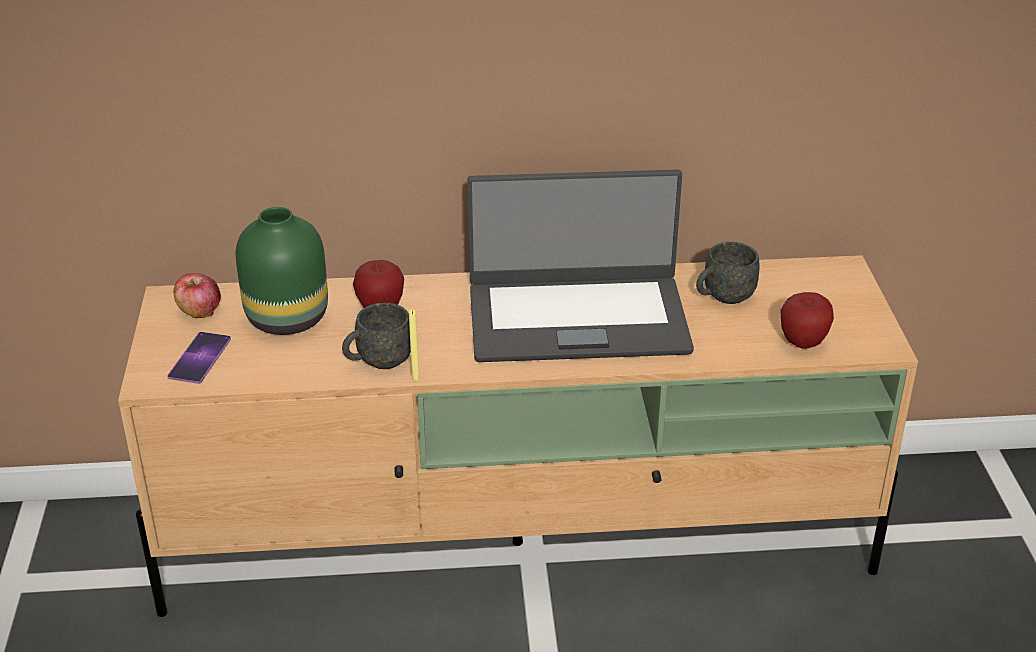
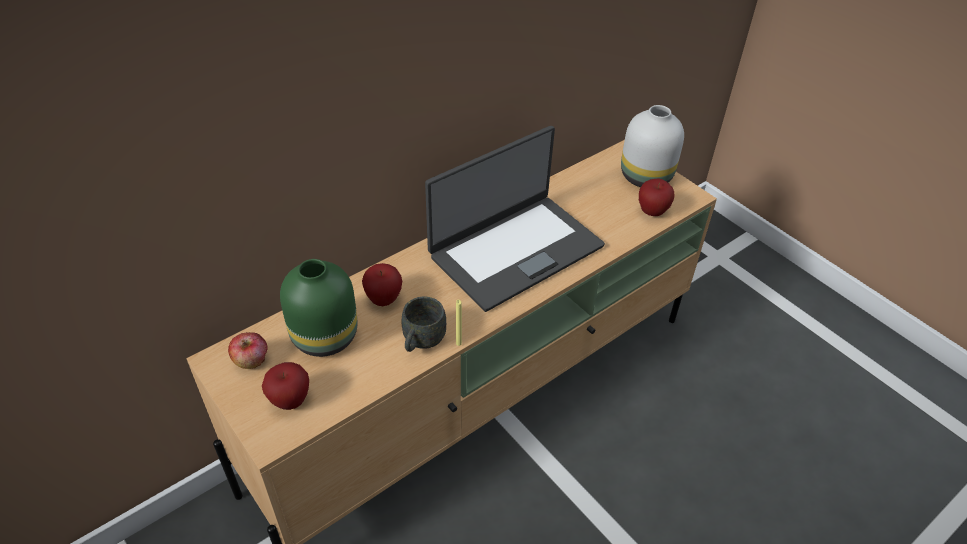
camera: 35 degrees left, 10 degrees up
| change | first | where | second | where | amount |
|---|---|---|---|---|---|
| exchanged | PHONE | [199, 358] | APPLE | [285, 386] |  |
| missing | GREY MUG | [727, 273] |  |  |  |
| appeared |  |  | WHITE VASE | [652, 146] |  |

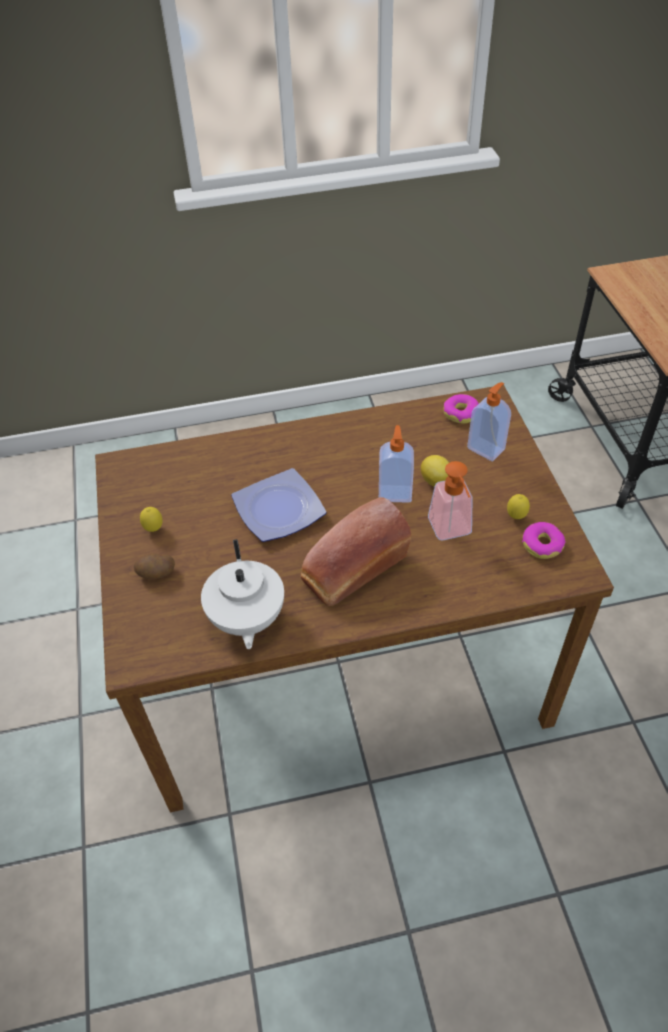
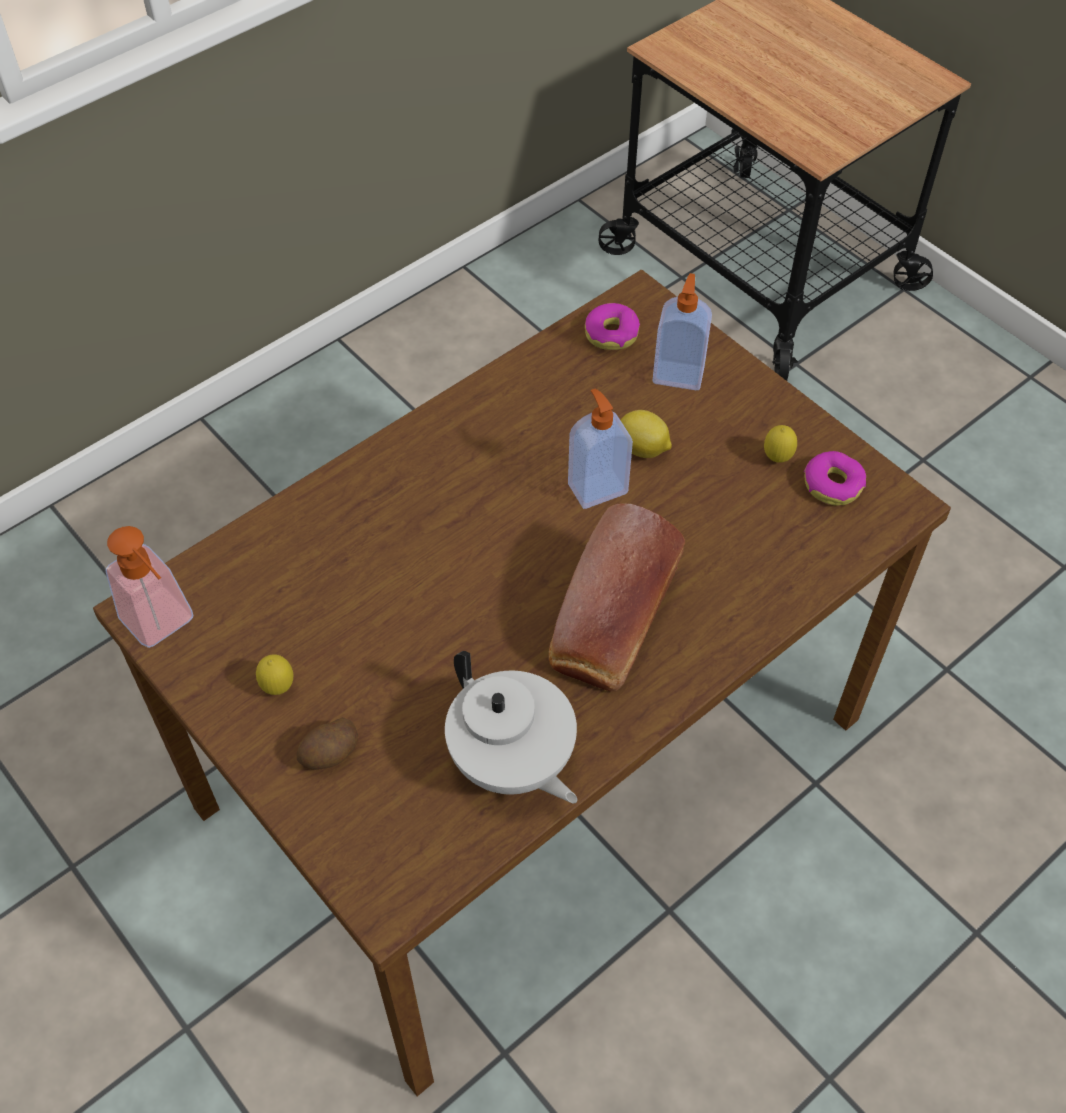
camera: 30 degrees left, 5 degrees up
| change | first | where | second | where | amount |
|---|---|---|---|---|---|
| missing | PLATE | [279, 505] |  |  |  |
| relocated | SOAP DISPENSER | [450, 500] |  | [149, 587] |  |

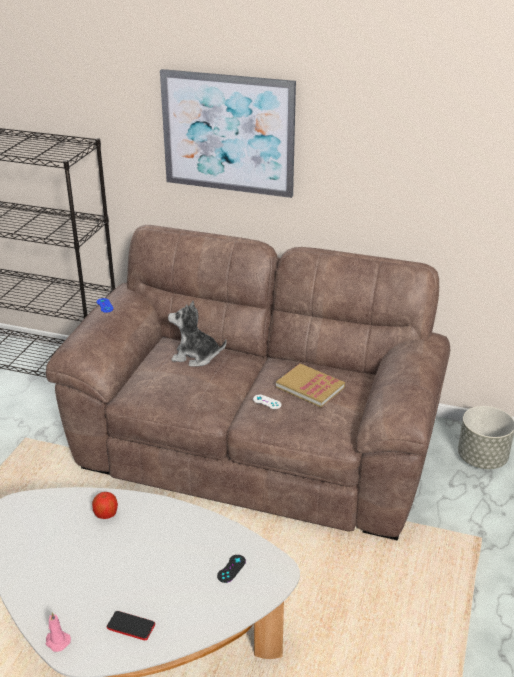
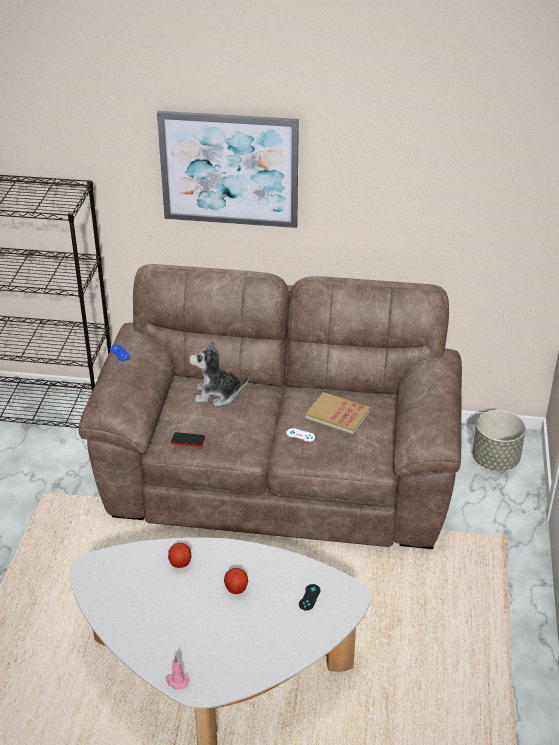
camera: 10 degrees left, 5 degrees up
| change | first | where | second | where | amount |
|---|---|---|---|---|---|
| relocated | PHONE | [131, 625] |  | [188, 439] |  |
| appeared |  |  | APPLE | [236, 581] |  |

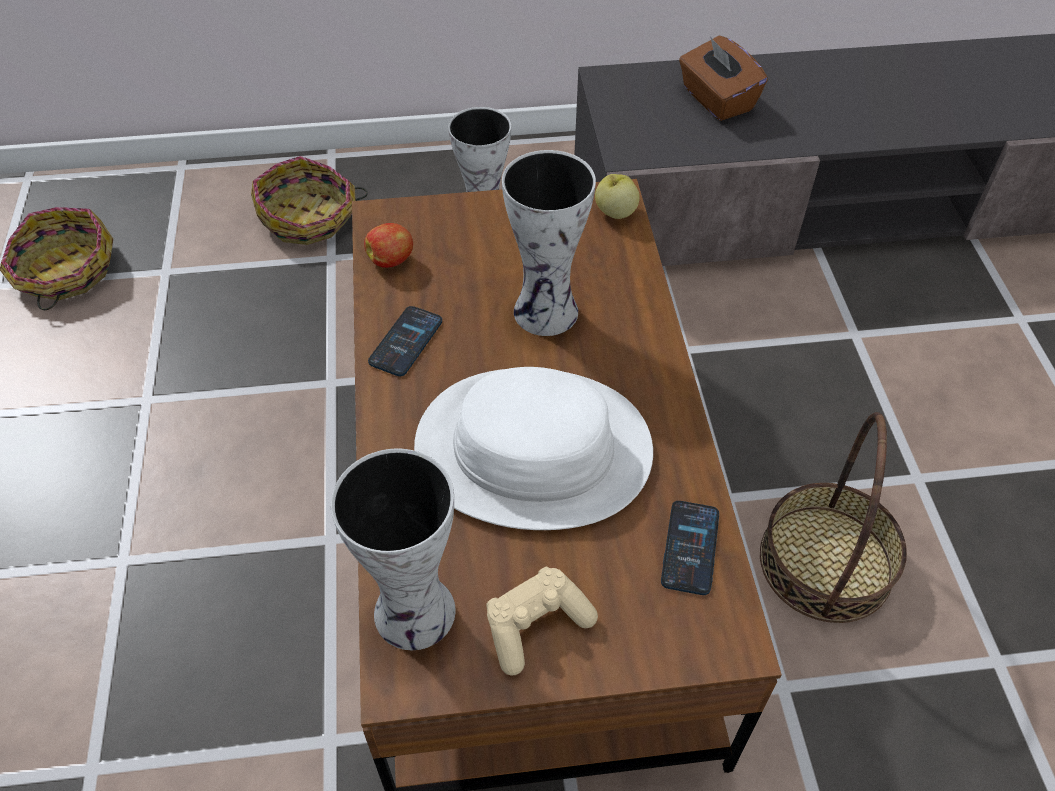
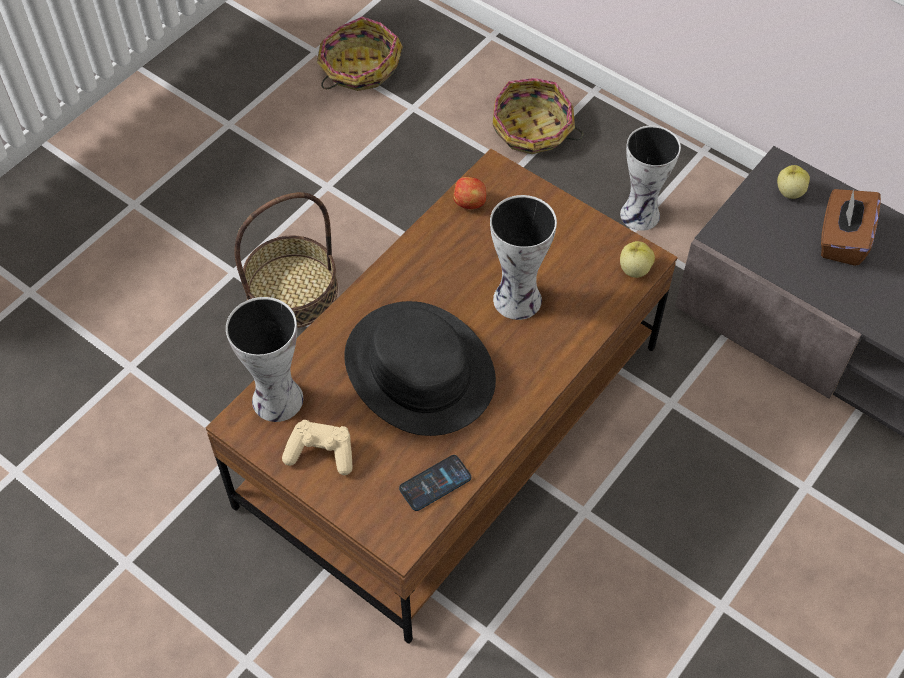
camera: 45 degrees right, 5 degrees up
| change | first | where | second | where | amount |
|---|---|---|---|---|---|
| missing | PHONE | [405, 341] |  |  |  |
| colour | WHITE HAT | [533, 448] | BLACK HAT | [420, 368] |  |
| relocated | BASKET | [833, 517] |  | [286, 260] |  |
| appeared |  |  | APPLE | [793, 182] |  |

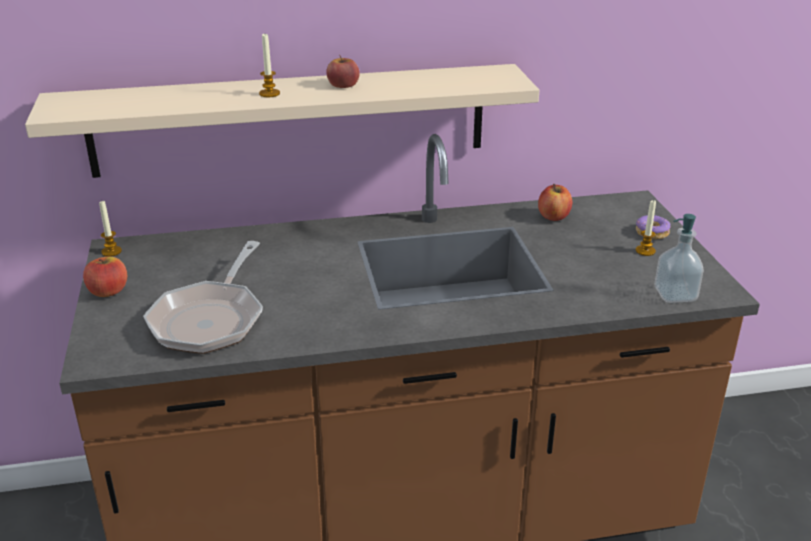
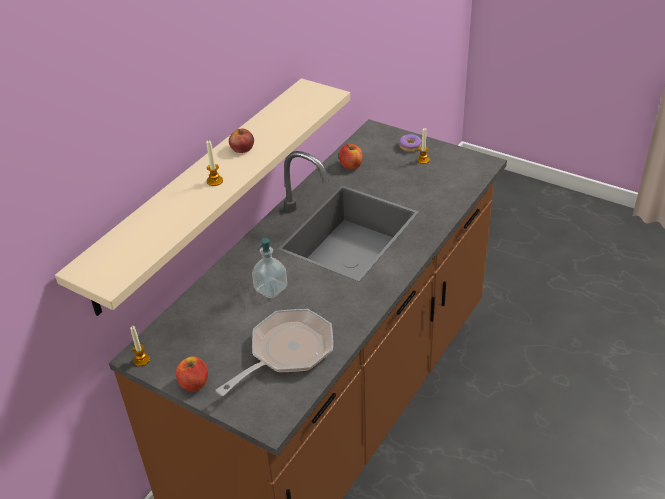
camera: 45 degrees left, 10 degrees up
| change | first | where | second | where | amount |
|---|---|---|---|---|---|
| spun | FRYING PAN | [203, 297] |  | [274, 352] | 105 degrees counterclockwise |
| relocated | SOAP DISPENSER | [679, 258] |  | [269, 268] |  |

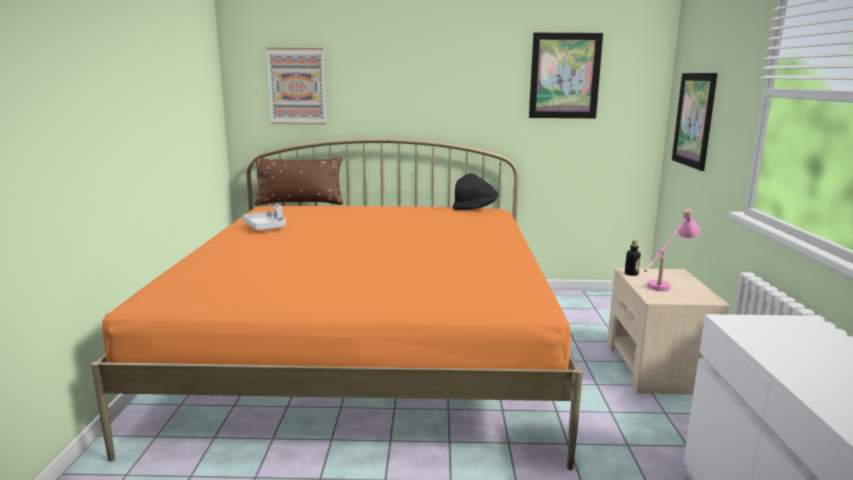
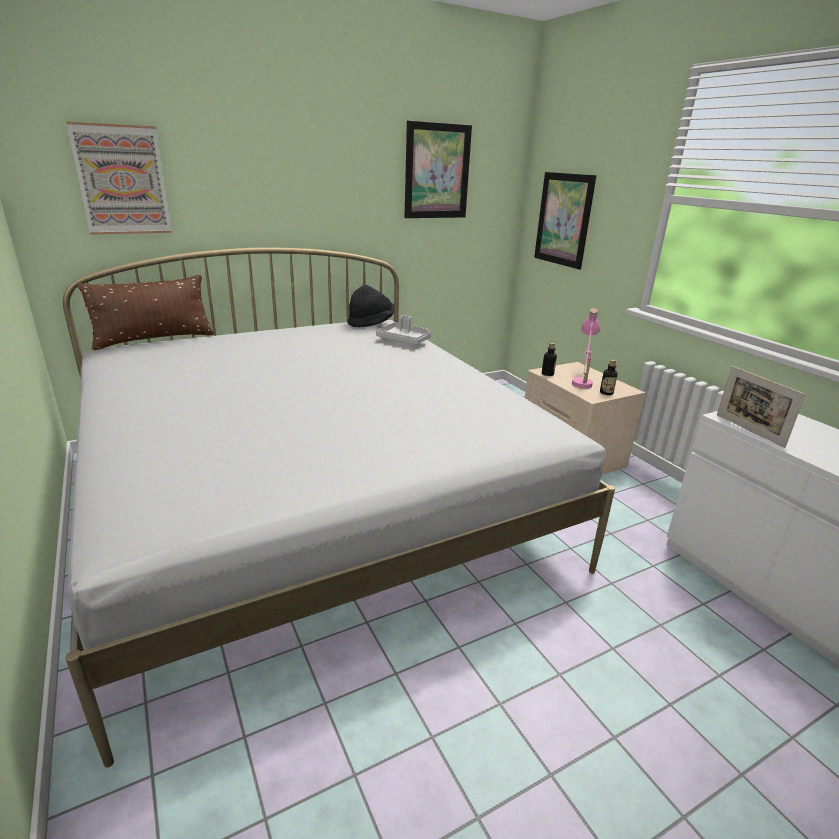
camera: 30 degrees left, 10 degrees up
| change | first | where | second | where | amount |
|---|---|---|---|---|---|
| colour | ORANGE BED | [337, 304] | WHITE BED | [339, 507] |  |
| relocated | GREY TRAY | [264, 217] |  | [403, 329] |  |
| appeared |  |  | BOTTLE | [609, 377] |  |
| appeared |  |  | PICTURE FRAME | [761, 407] |  |

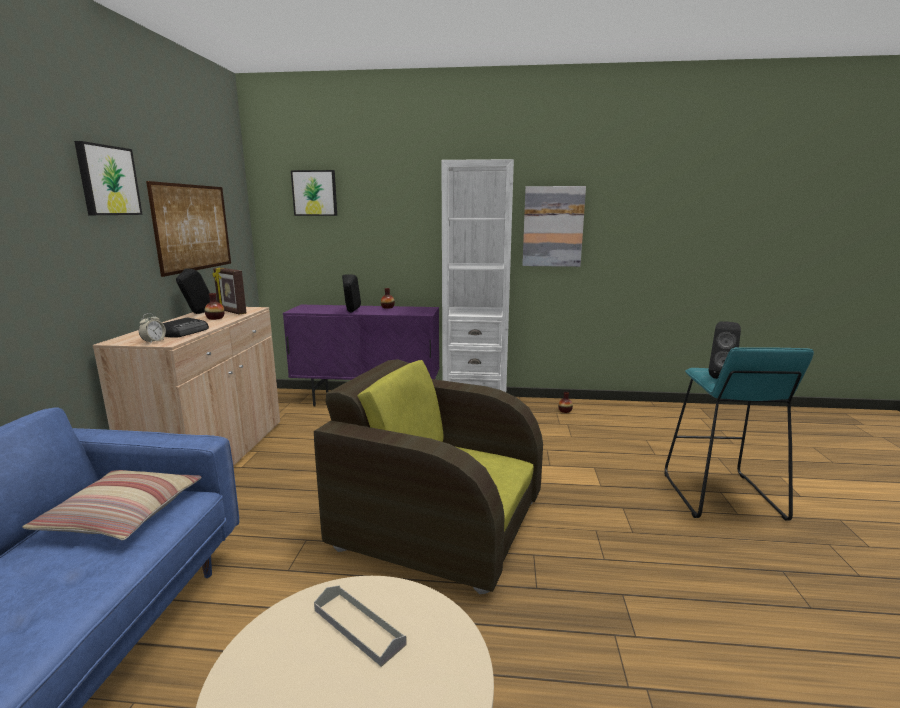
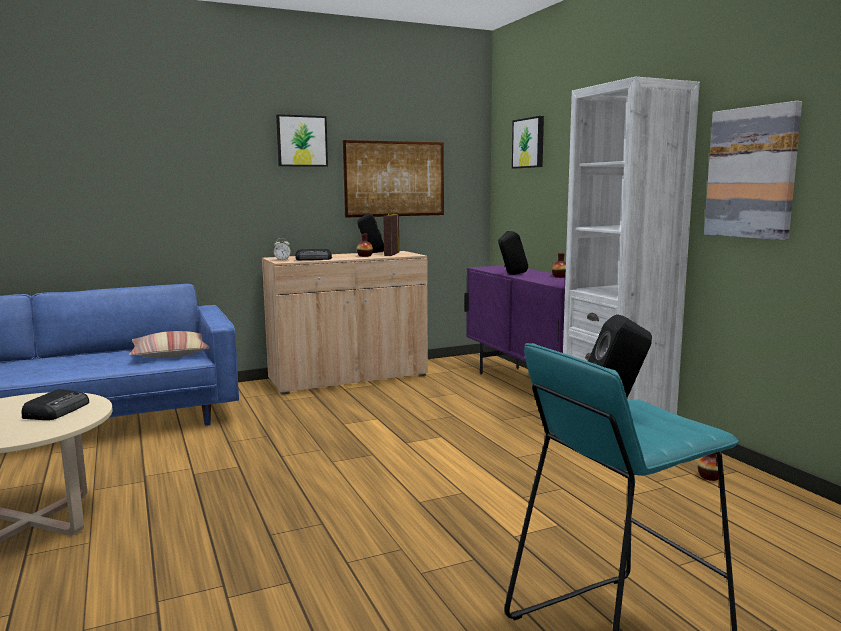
camera: 60 degrees right, 5 degrees down
| change | first | where | second | where | amount |
|---|---|---|---|---|---|
| missing | BROWN ARMCHAIR | [428, 476] |  |  |  |
| exchanged | GREY TRAY | [360, 626] | RADIO | [55, 404] |  |

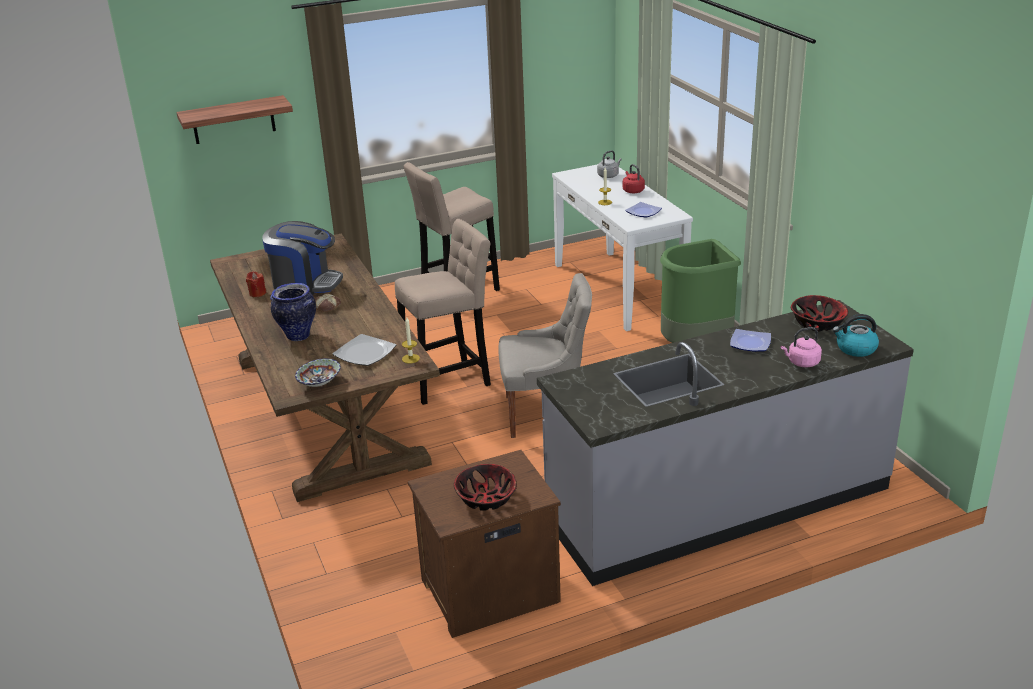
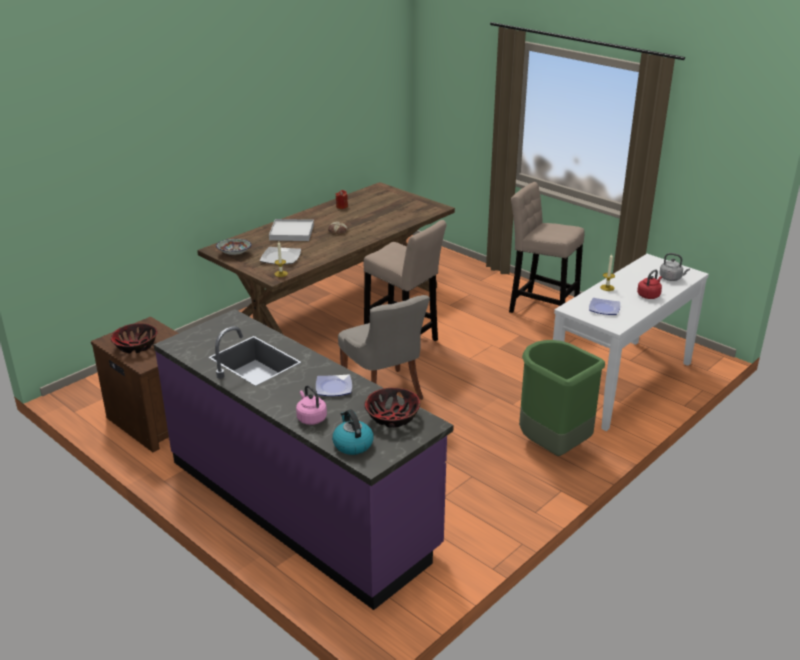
camera: 65 degrees right, 0 degrees up
| change | first | where | second | where | amount |
|---|---|---|---|---|---|
| missing | SHELF | [234, 119] |  |  |  |
| missing | COFFEE MACHINE | [302, 258] |  |  |  |
| exchanged | VASE | [293, 312] | WHITE TRAY | [291, 230] |  |
| colour | GREY COUNTER | [725, 443] | PURPLE COUNTER | [304, 459] |  |

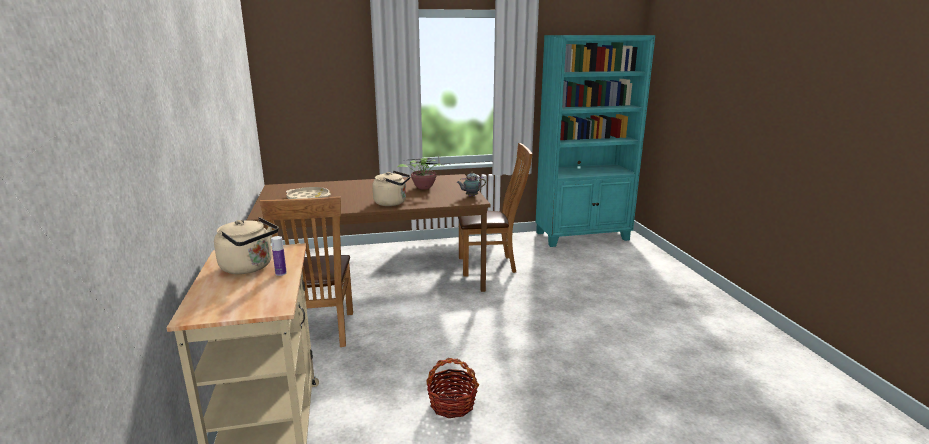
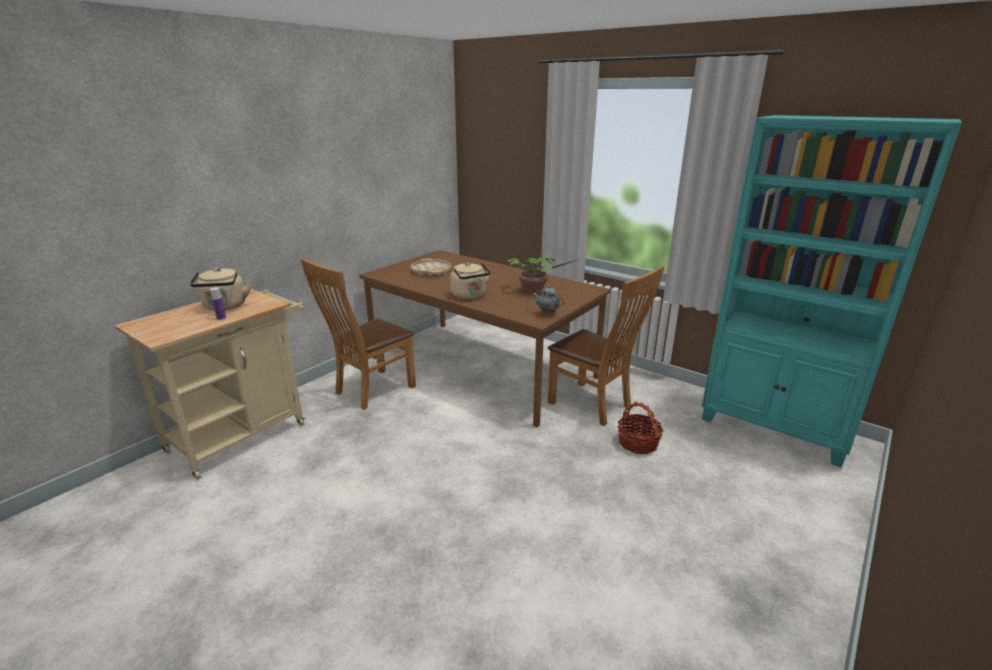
camera: 50 degrees right, 5 degrees up
| change | first | where | second | where | amount |
|---|---|---|---|---|---|
| relocated | BASKET | [452, 388] |  | [641, 428] |  |

